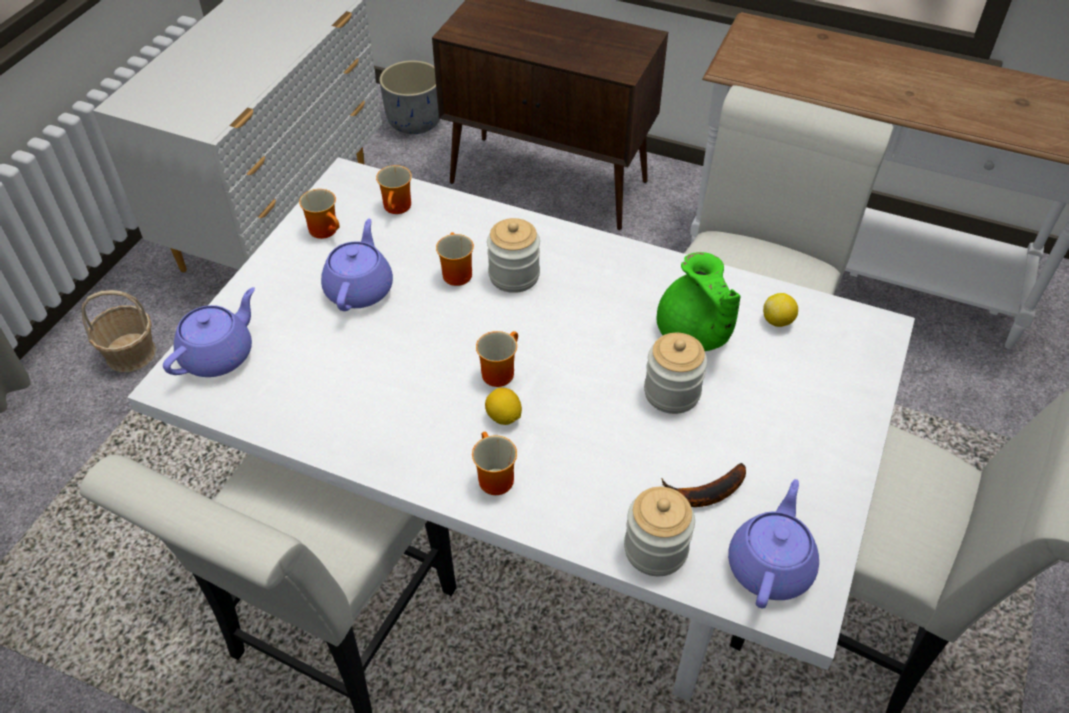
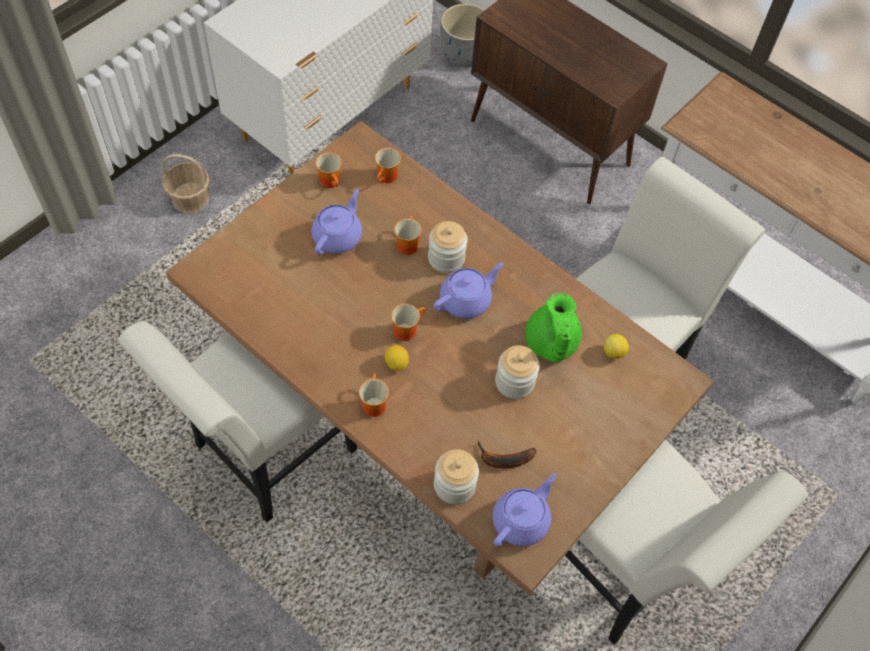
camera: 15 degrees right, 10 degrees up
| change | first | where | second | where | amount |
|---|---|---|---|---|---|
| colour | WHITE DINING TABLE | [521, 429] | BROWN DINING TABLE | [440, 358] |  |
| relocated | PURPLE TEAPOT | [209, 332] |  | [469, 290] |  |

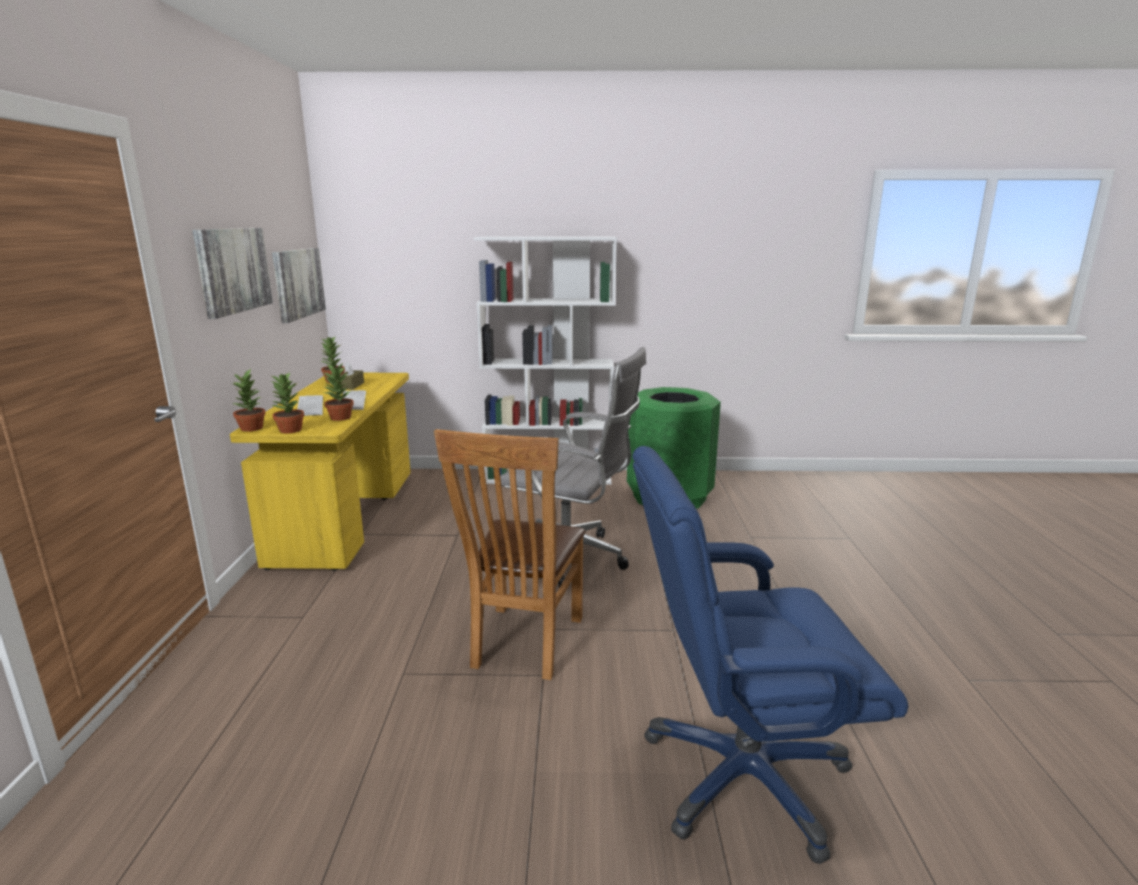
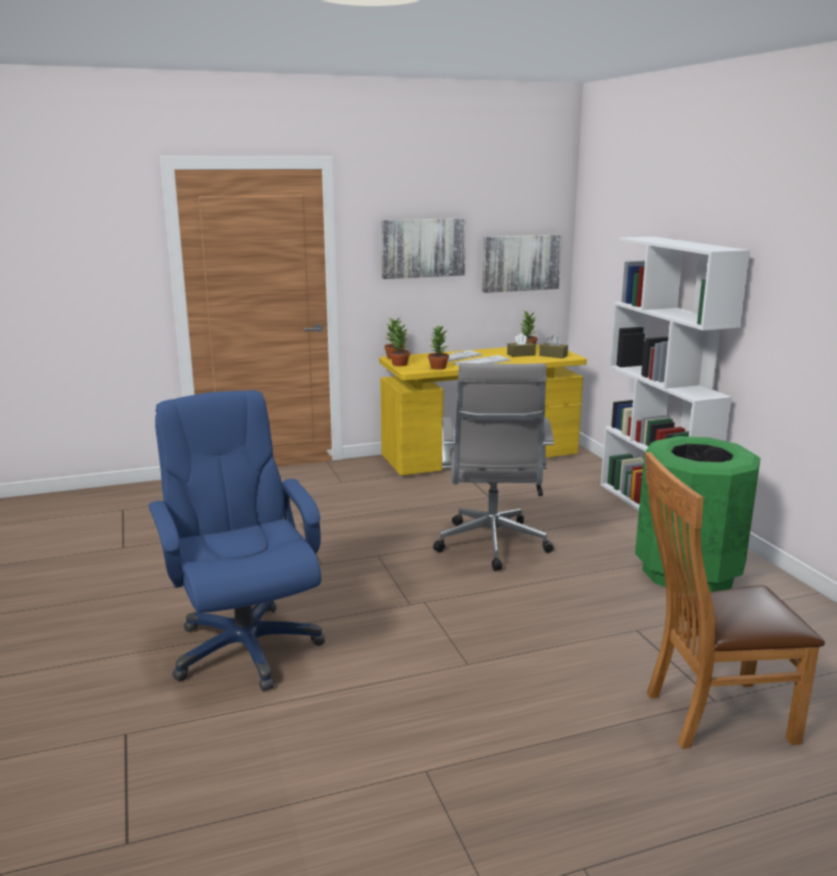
camera: 70 degrees right, 0 degrees up
| change | first | where | second | where | amount |
|---|---|---|---|---|---|
| relocated | BROWN CHAIR | [509, 554] |  | [735, 600] |  |
| appeared |  |  | BROWN TISSUE BOX | [553, 347] |  |

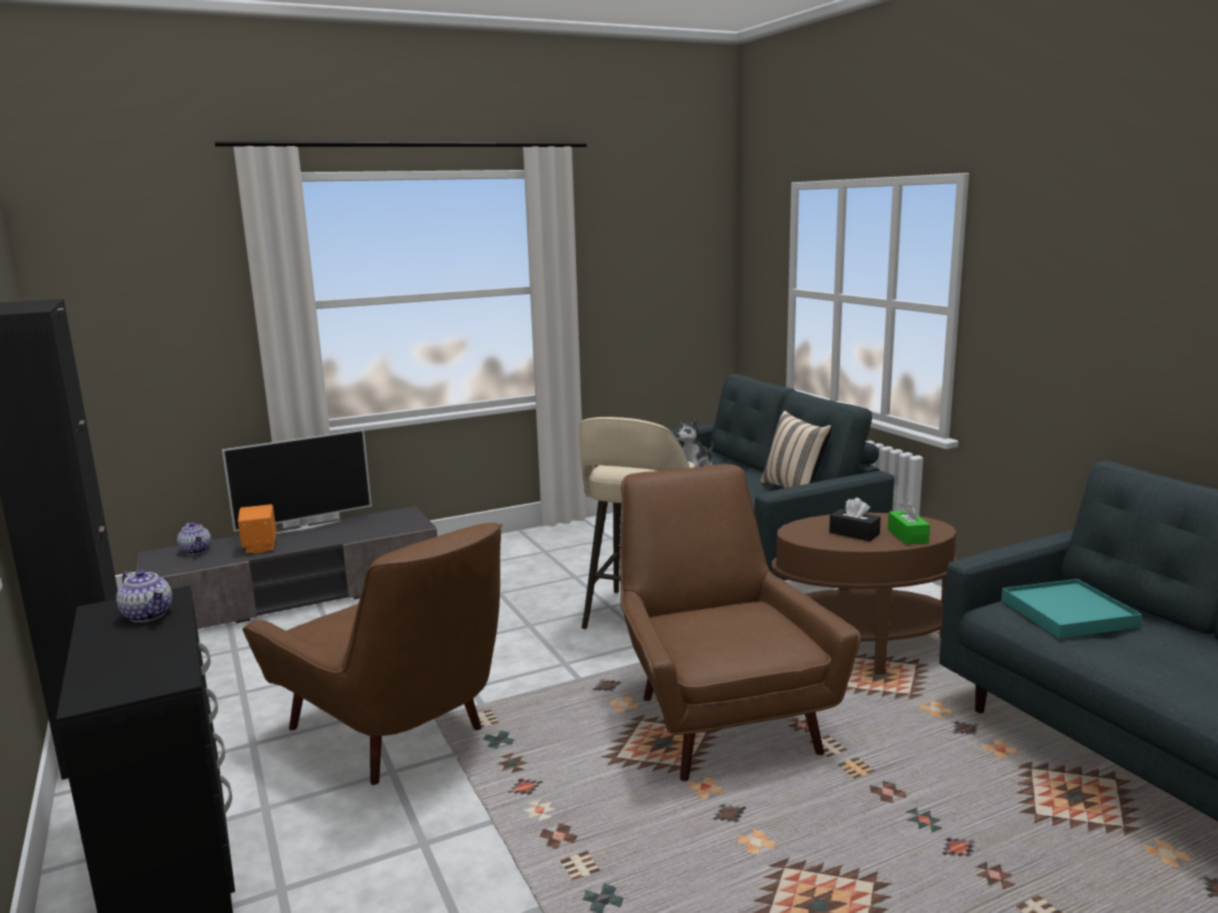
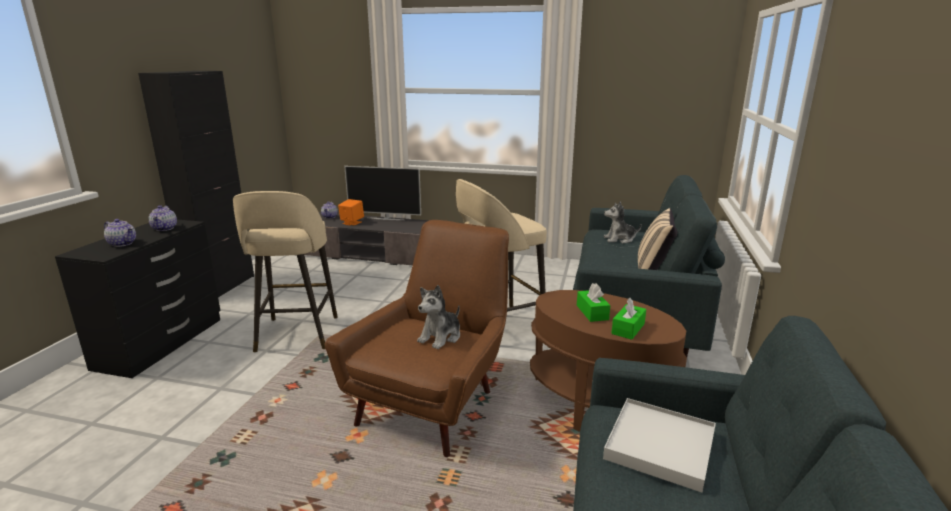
camera: 40 degrees right, 5 degrees up
| change | first | where | second | where | amount |
|---|---|---|---|---|---|
| exchanged | BROWN ARMCHAIR | [372, 654] | BEIGE STOOL | [285, 272] |  |
| colour | BLACK TISSUE BOX | [855, 519] | GREEN TISSUE BOX | [594, 302] |  |
| colour | TURQUOISE TRAY | [1071, 608] | WHITE TRAY | [659, 445] |  |
| appeared |  |  | TEAPOT | [120, 233] |  |
| appeared |  |  | PLUSH TOY | [438, 317] |  |

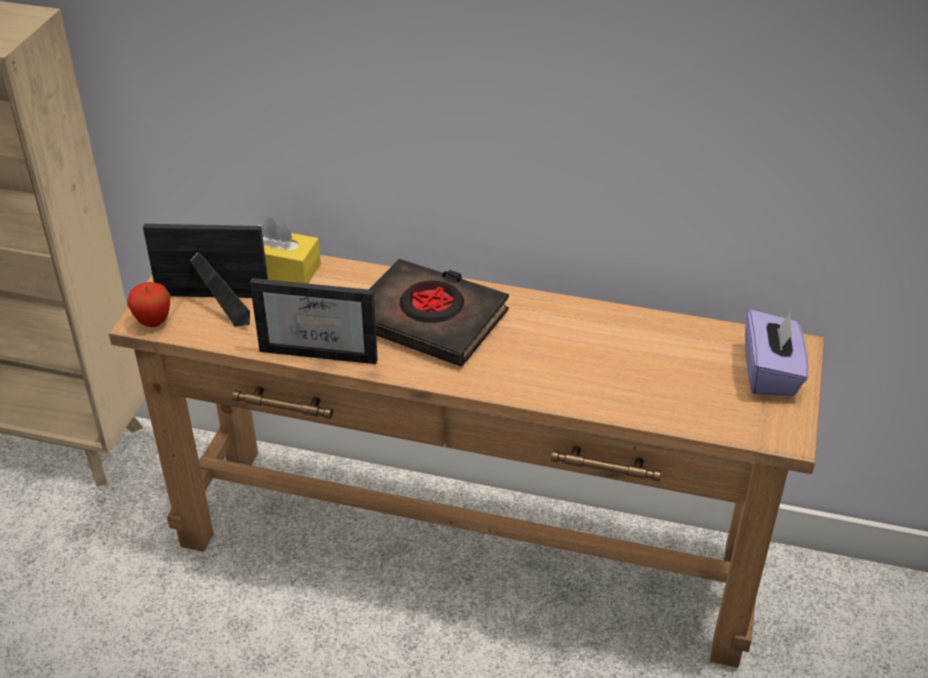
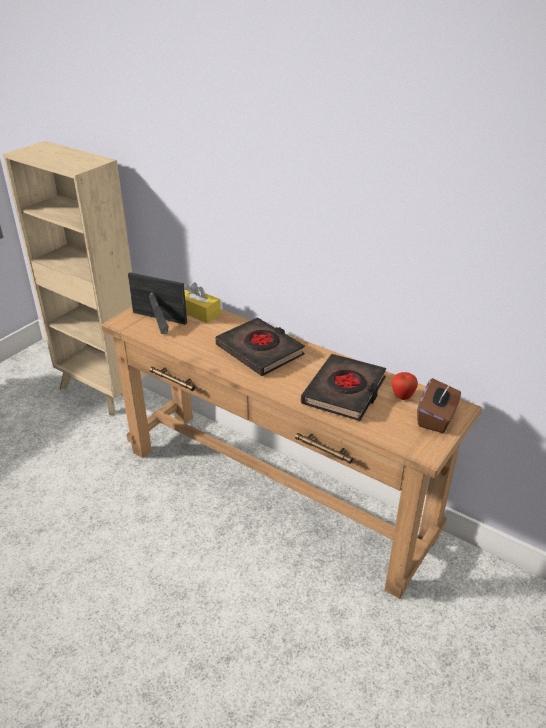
camera: 20 degrees right, 5 degrees down
| change | first | where | second | where | amount |
|---|---|---|---|---|---|
| relocated | APPLE | [148, 304] |  | [405, 386] |  |
| missing | PICTURE FRAME | [314, 321] |  |  |  |
| colour | PURPLE TISSUE BOX | [777, 353] | BROWN TISSUE BOX | [439, 405] |  |
| appeared |  |  | BLACK BOOK | [343, 387] |  |

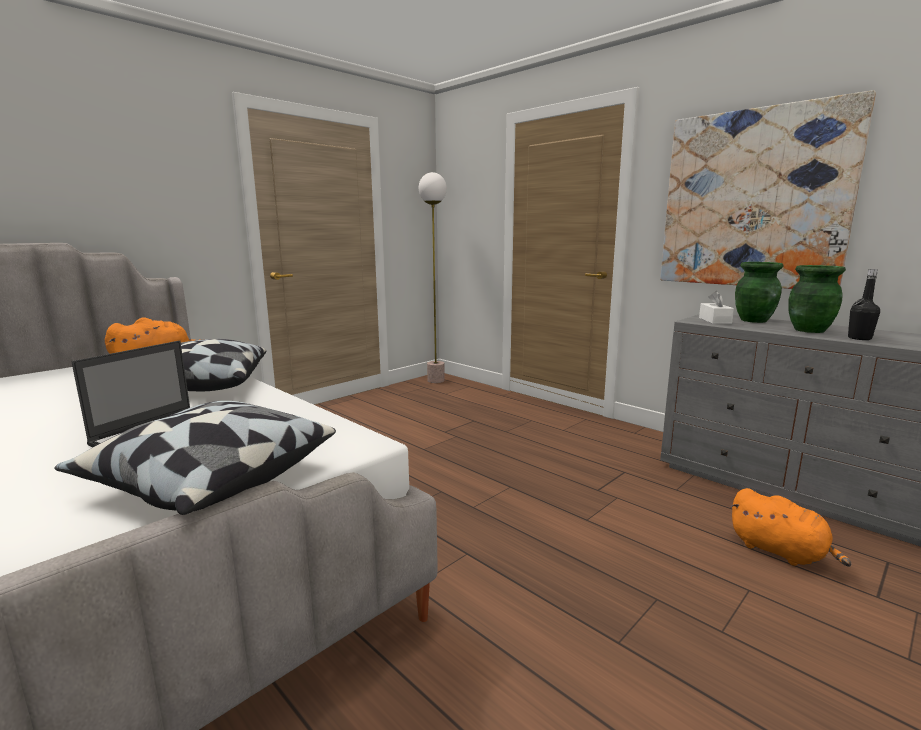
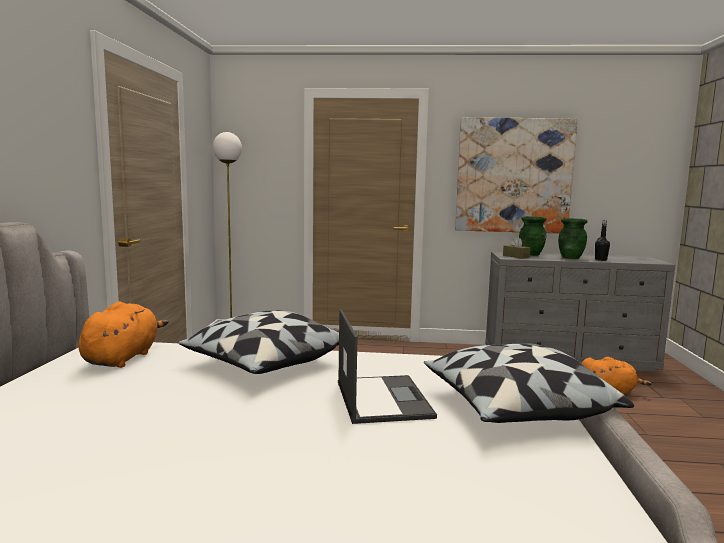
camera: 40 degrees left, 5 degrees down
| change | first | where | second | where | amount |
|---|---|---|---|---|---|
| colour | WHITE TISSUE BOX | [716, 307] | BROWN TISSUE BOX | [517, 247] |  |

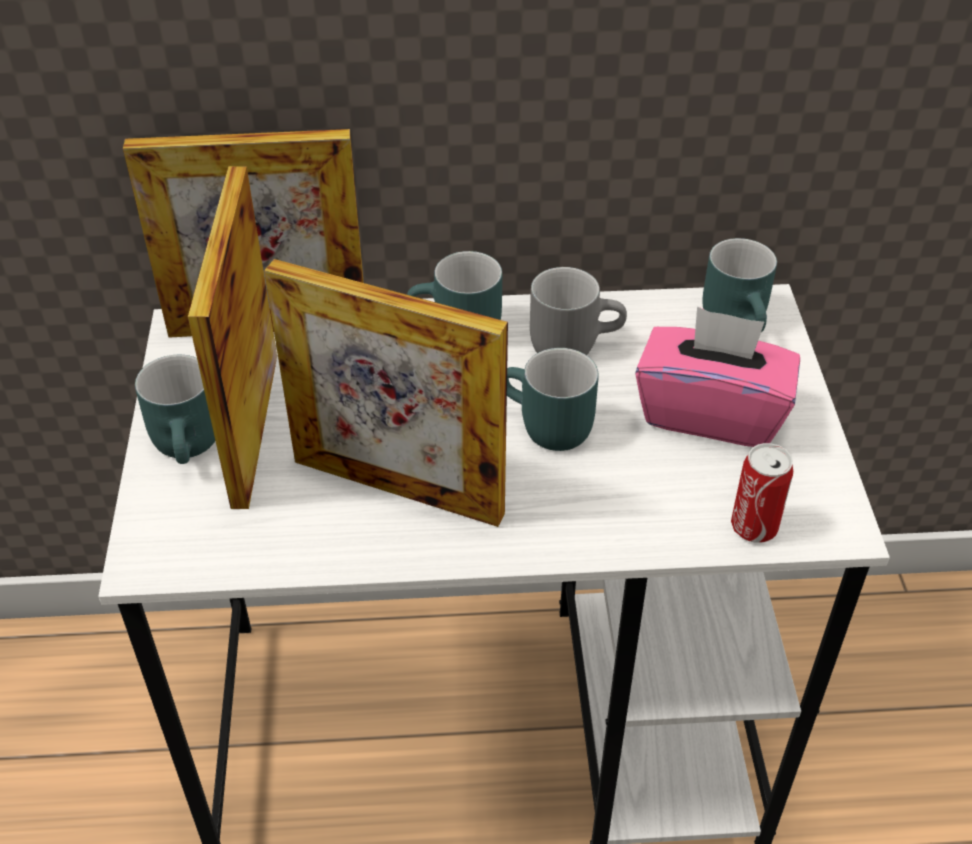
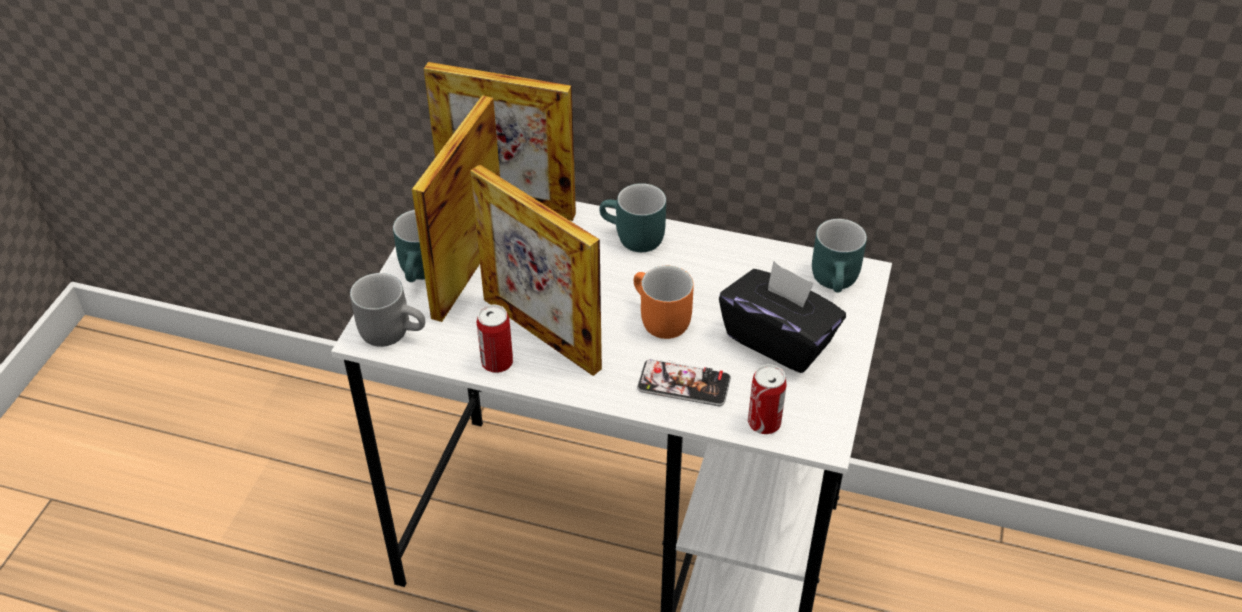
camera: 20 degrees right, 0 degrees up
| change | first | where | second | where | amount |
|---|---|---|---|---|---|
| colour | TURQUOISE MUG | [553, 399] | ORANGE MUG | [664, 302] |  |
| relocated | GREY MUG | [578, 311] |  | [387, 310] |  |
| colour | PINK TISSUE BOX | [717, 377] | BLACK TISSUE BOX | [782, 317] |  |
| appeared |  |  | CAN | [495, 338] |  |
| appeared |  |  | PHONE | [684, 382] |  |

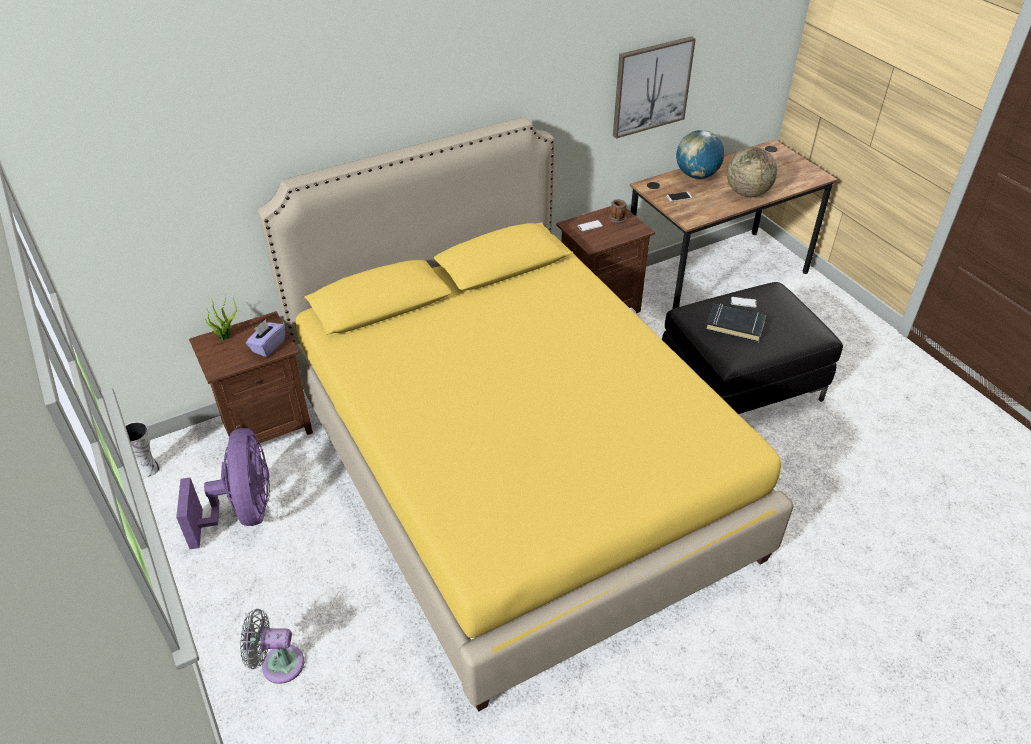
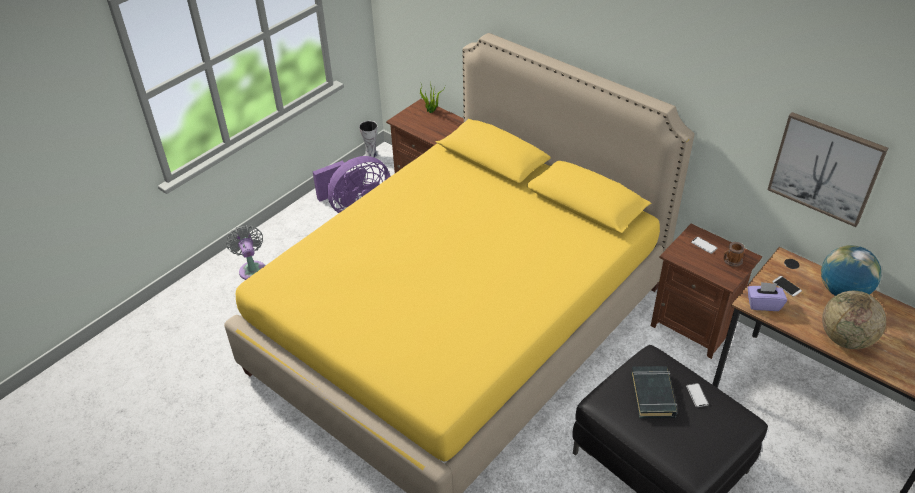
camera: 70 degrees right, 0 degrees up
| change | first | where | second | where | amount |
|---|---|---|---|---|---|
| relocated | PURPLE TISSUE BOX | [265, 338] |  | [767, 296] |  |

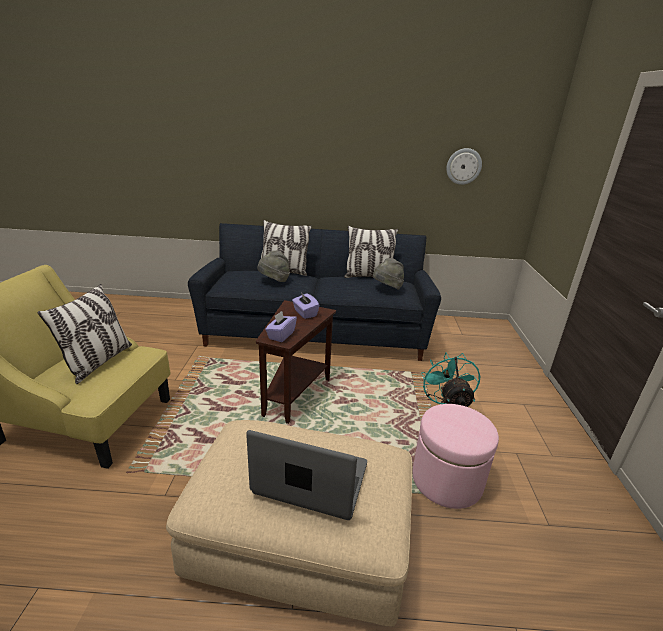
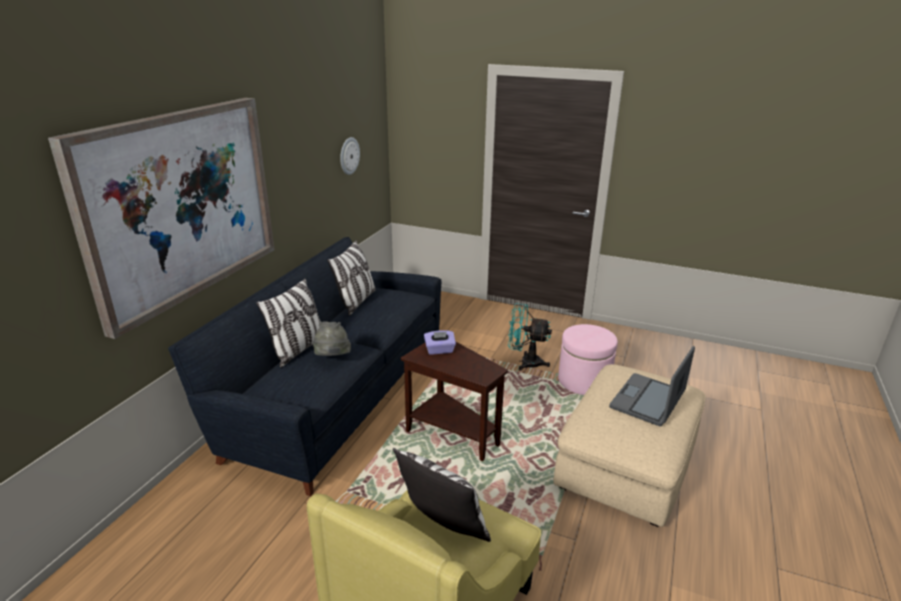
camera: 70 degrees left, 0 degrees up
| change | first | where | second | where | amount |
|---|---|---|---|---|---|
| missing | PURPLE TISSUE BOX | [281, 326] |  |  |  |
| missing | GREY HAT | [388, 273] |  |  |  |
| appeared |  |  | PICTURE | [161, 218] |  |

